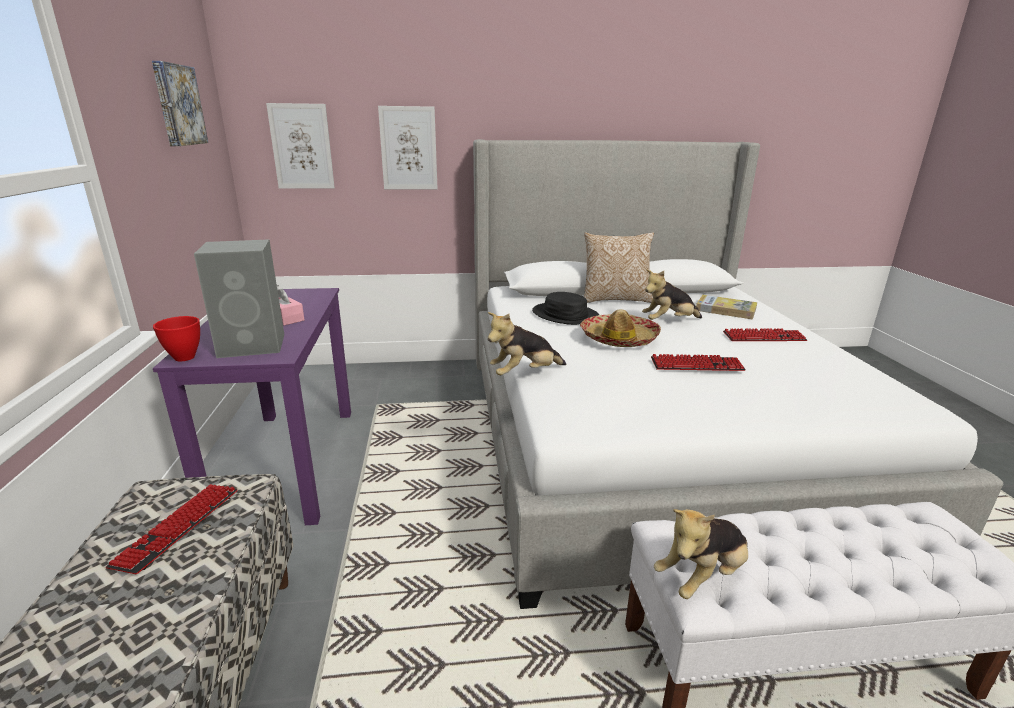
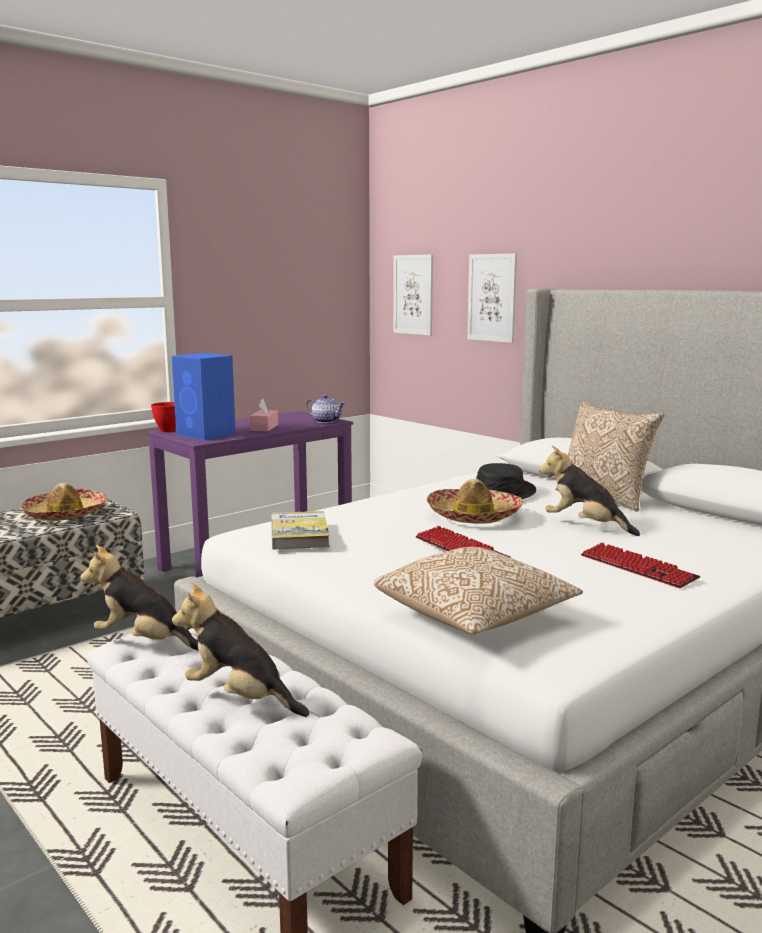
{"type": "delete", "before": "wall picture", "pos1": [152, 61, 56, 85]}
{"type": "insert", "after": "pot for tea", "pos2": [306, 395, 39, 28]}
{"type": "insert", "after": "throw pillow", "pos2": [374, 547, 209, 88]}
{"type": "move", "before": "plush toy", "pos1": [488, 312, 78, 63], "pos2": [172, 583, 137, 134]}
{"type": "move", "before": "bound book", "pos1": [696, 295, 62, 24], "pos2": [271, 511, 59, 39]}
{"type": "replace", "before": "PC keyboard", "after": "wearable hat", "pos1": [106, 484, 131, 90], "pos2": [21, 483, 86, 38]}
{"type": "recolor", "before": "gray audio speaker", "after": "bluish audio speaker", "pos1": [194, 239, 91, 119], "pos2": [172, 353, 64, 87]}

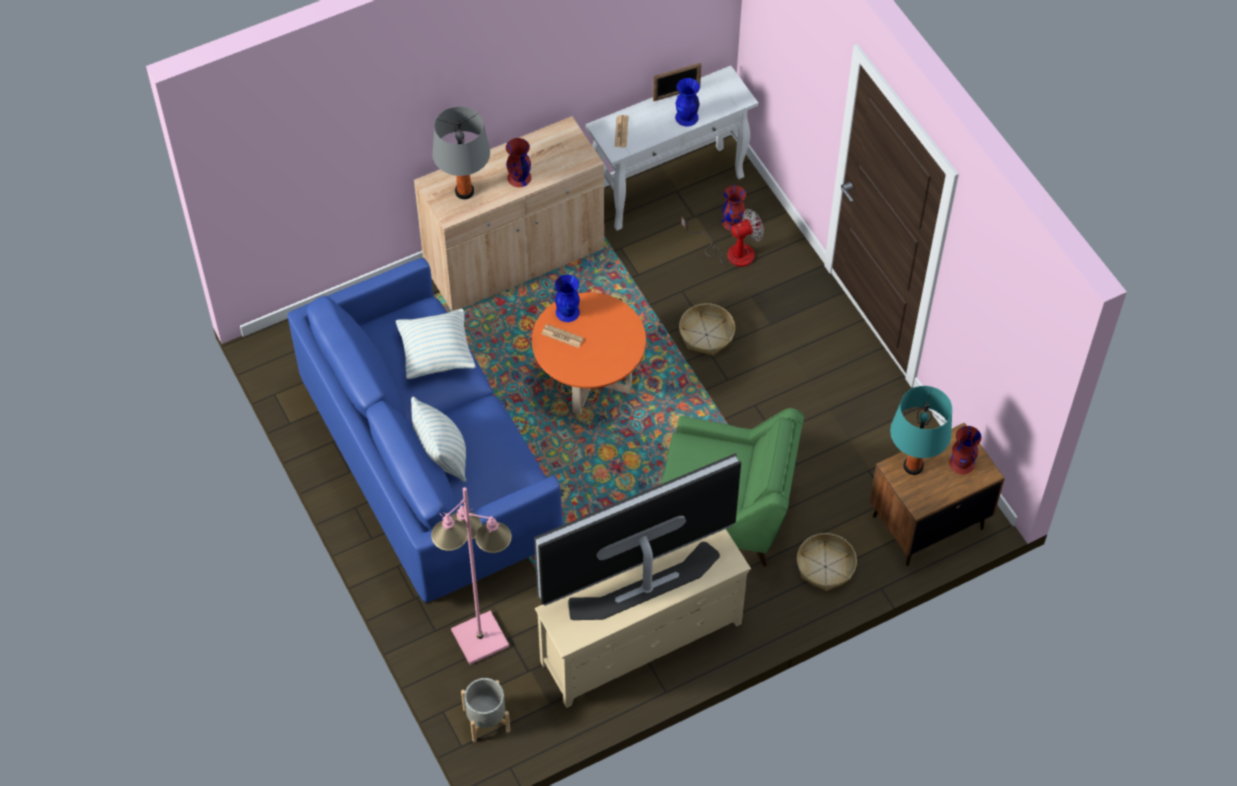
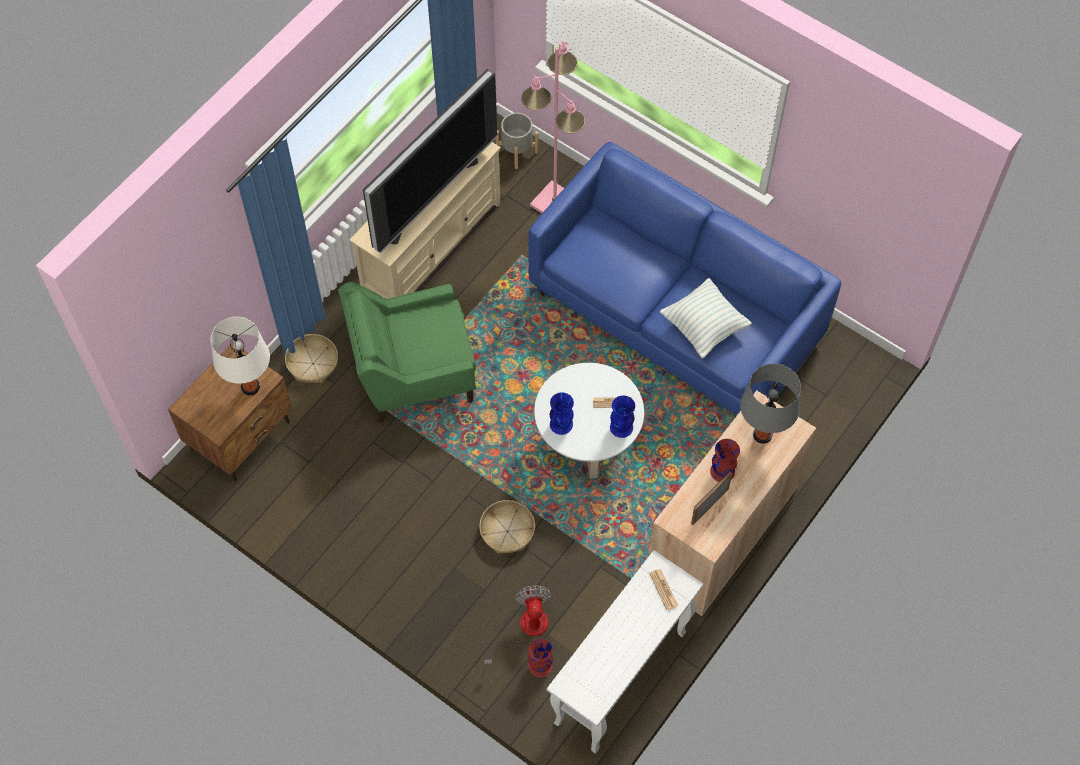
{"type": "delete", "before": "throw pillow", "pos1": [411, 397, 55, 85]}
{"type": "delete", "before": "reddish decorative vase", "pos1": [949, 426, 33, 48]}
{"type": "move", "before": "standing frame", "pos1": [653, 63, 48, 38], "pos2": [691, 472, 41, 53]}
{"type": "move", "before": "bluish decorative vase", "pos1": [675, 78, 25, 49], "pos2": [550, 392, 24, 43]}
{"type": "recolor", "before": "orange low table", "after": "white-coloured low table", "pos1": [532, 292, 114, 123], "pos2": [534, 363, 110, 116]}
{"type": "recolor", "before": "turquoise-coloured tabletop lamp", "after": "white-coloured tabletop lamp", "pos1": [890, 386, 62, 89], "pos2": [211, 317, 59, 78]}
{"type": "rotate", "before": "cooling fan", "pos1": [681, 209, 83, 58], "pos2": [484, 586, 67, 78], "turn": 135}

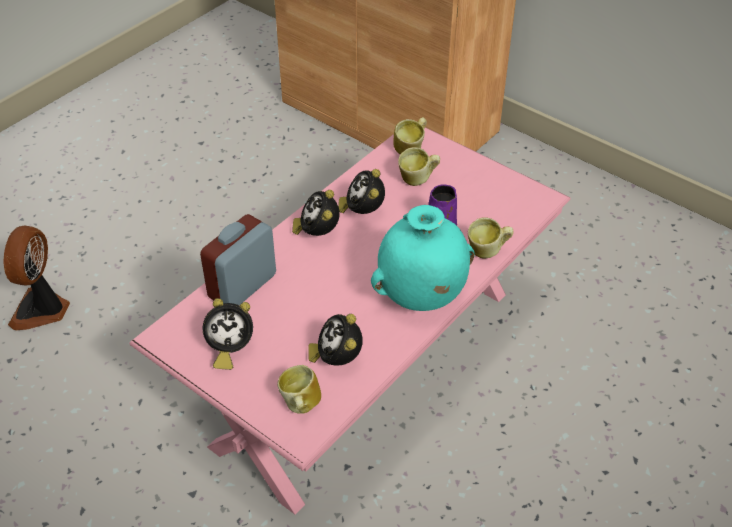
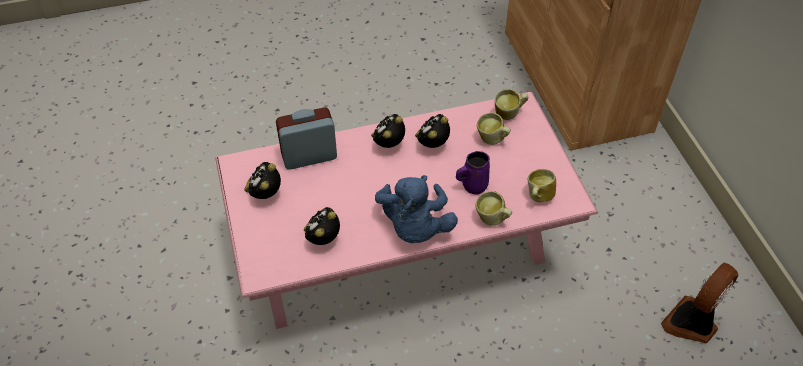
{"type": "move", "before": "cooling fan", "pos1": [4, 226, 66, 104], "pos2": [661, 262, 77, 81]}
{"type": "move", "before": "tea mug", "pos1": [277, 365, 44, 49], "pos2": [528, 169, 28, 33]}
{"type": "replace", "before": "turquoise-coloured decorative vase", "after": "bluish plush toy", "pos1": [371, 205, 104, 106], "pos2": [375, 175, 83, 68]}
{"type": "rotate", "before": "bedside clock", "pos1": [203, 298, 50, 72], "pos2": [244, 162, 37, 37], "turn": 75}

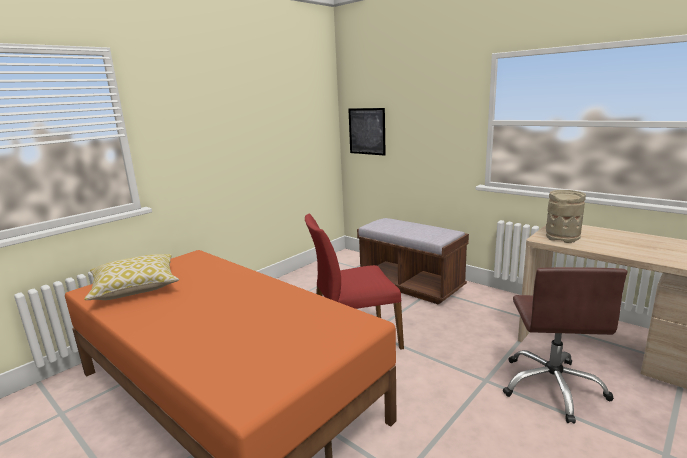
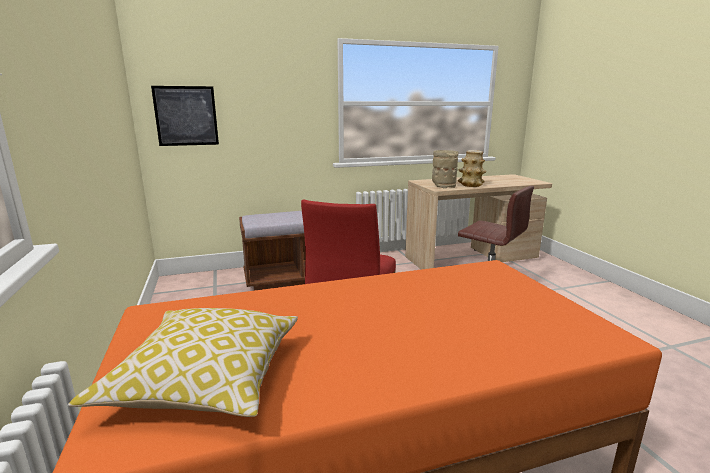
{"type": "insert", "after": "decorative vase", "pos2": [458, 150, 28, 37]}

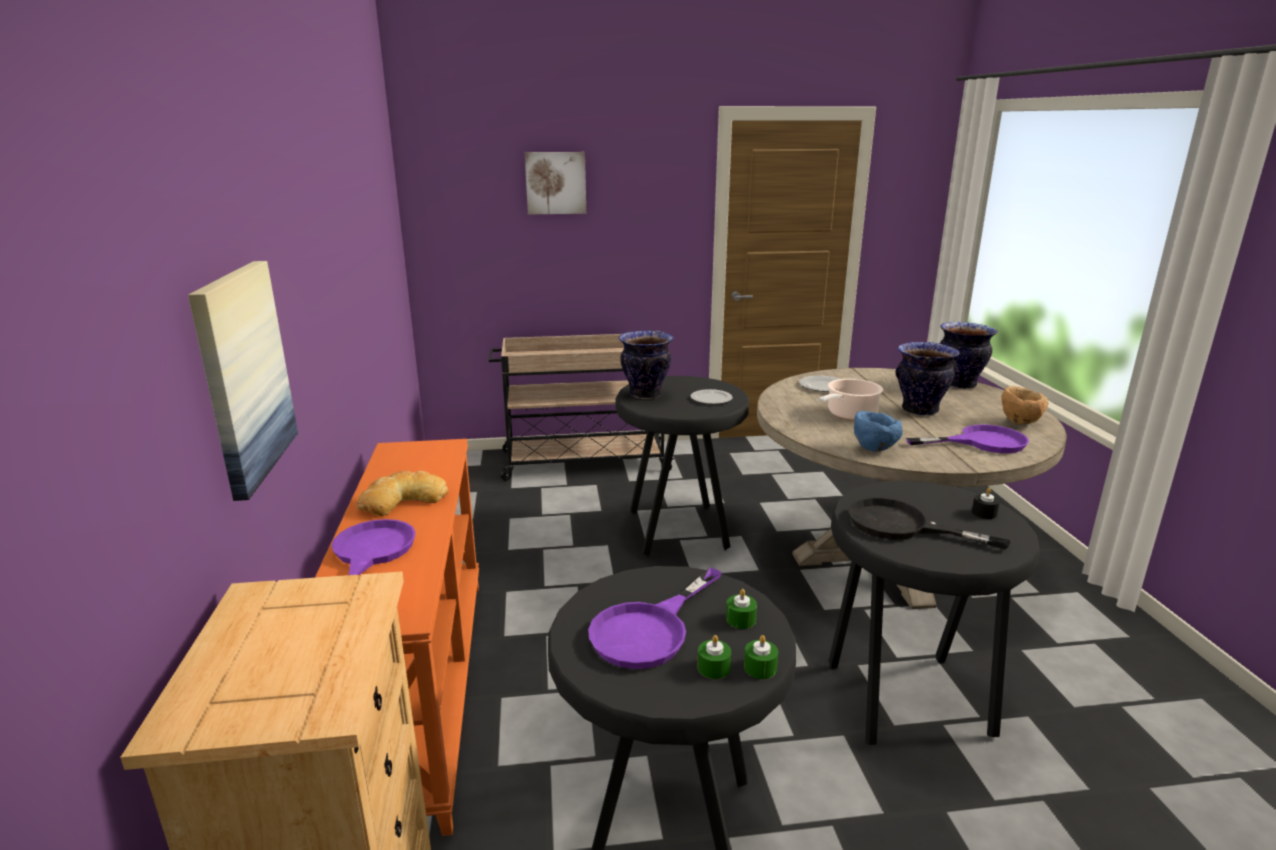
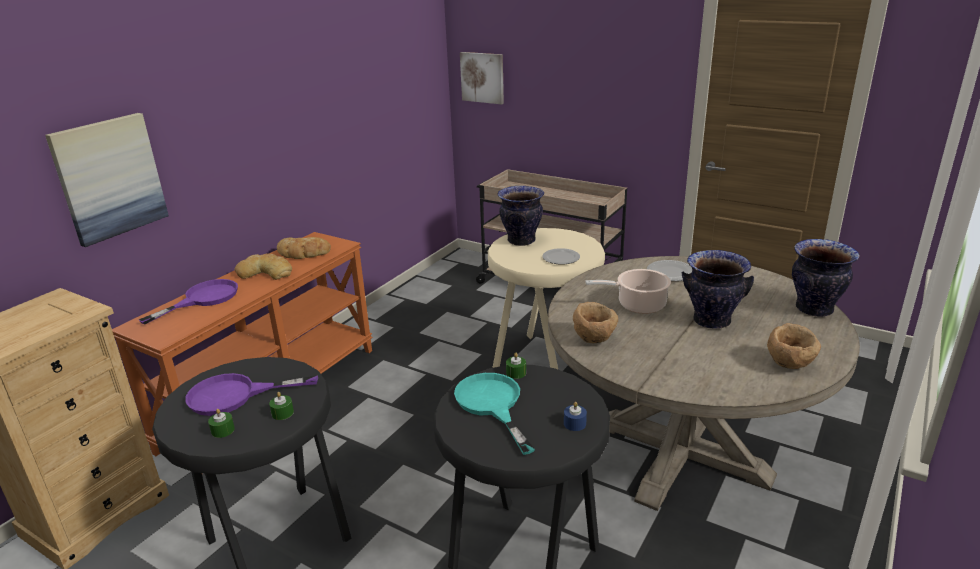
{"type": "delete", "before": "purple-coloured pan", "pos1": [906, 424, 123, 29]}
{"type": "insert", "after": "bread", "pos2": [277, 237, 54, 22]}
{"type": "move", "before": "wall picture", "pos1": [525, 152, 61, 63], "pos2": [460, 52, 44, 52]}
{"type": "move", "before": "greenish candle", "pos1": [744, 635, 34, 44], "pos2": [506, 352, 20, 27]}
{"type": "recolor", "before": "blackish stool seat", "after": "beige-coloured stool seat", "pos1": [616, 376, 133, 181], "pos2": [488, 228, 117, 141]}
{"type": "recolor", "before": "blackish pan", "after": "turquoise-coloured pan", "pos1": [848, 498, 162, 52], "pos2": [454, 373, 81, 82]}
{"type": "recolor", "before": "bluish bowl", "after": "brownish bowl", "pos1": [854, 411, 49, 41], "pos2": [573, 302, 45, 41]}
{"type": "recolor", "before": "blackish candle", "after": "bluish candle", "pos1": [972, 488, 28, 31], "pos2": [564, 402, 23, 29]}

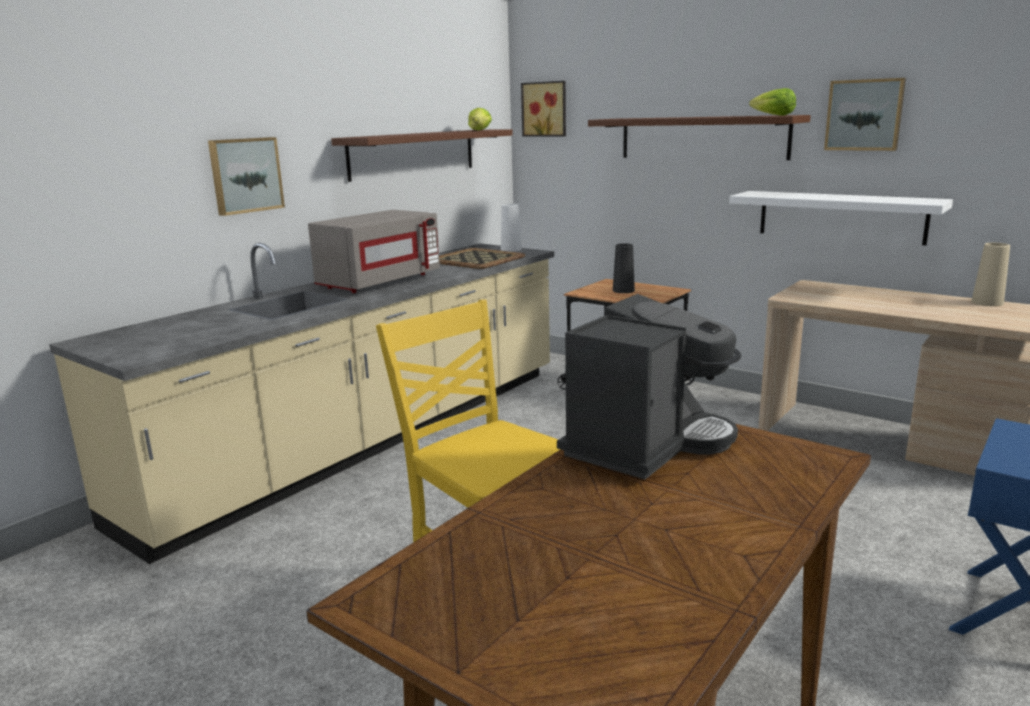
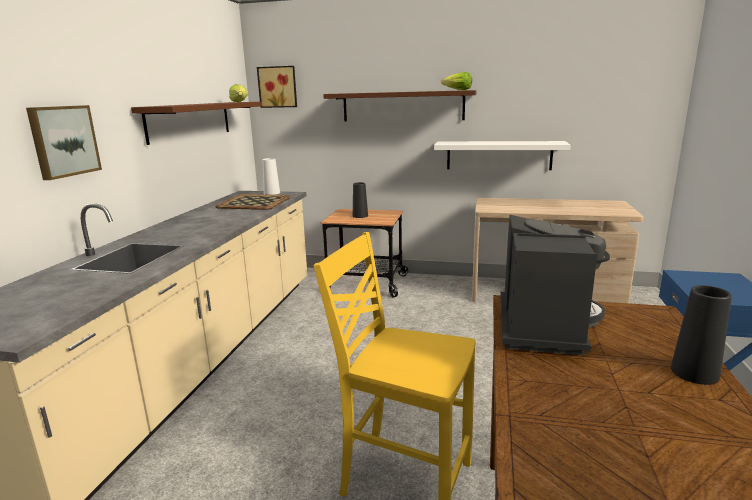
{"type": "delete", "before": "gray kitchen microwave", "pos1": [308, 210, 132, 83]}
{"type": "delete", "before": "wall picture", "pos1": [824, 78, 82, 73]}
{"type": "delete", "before": "beige-coloured decorative vase", "pos1": [971, 243, 39, 63]}
{"type": "insert", "after": "blackish decorative vase", "pos2": [671, 285, 61, 100]}

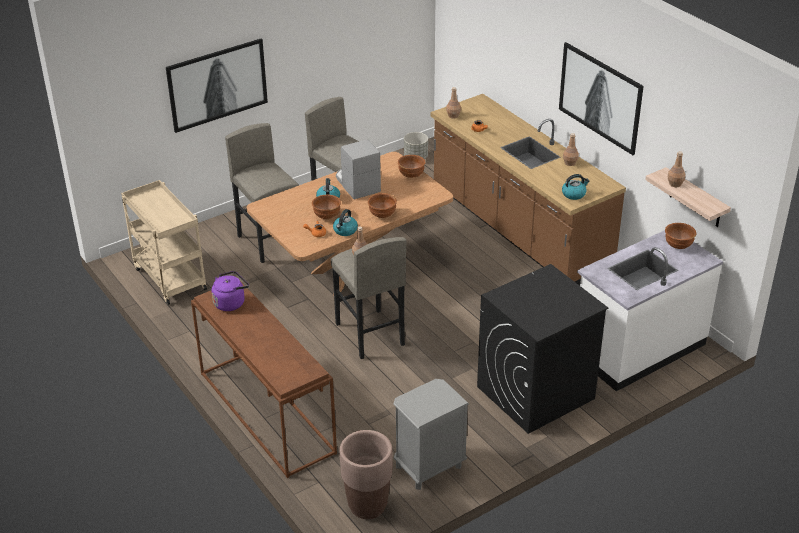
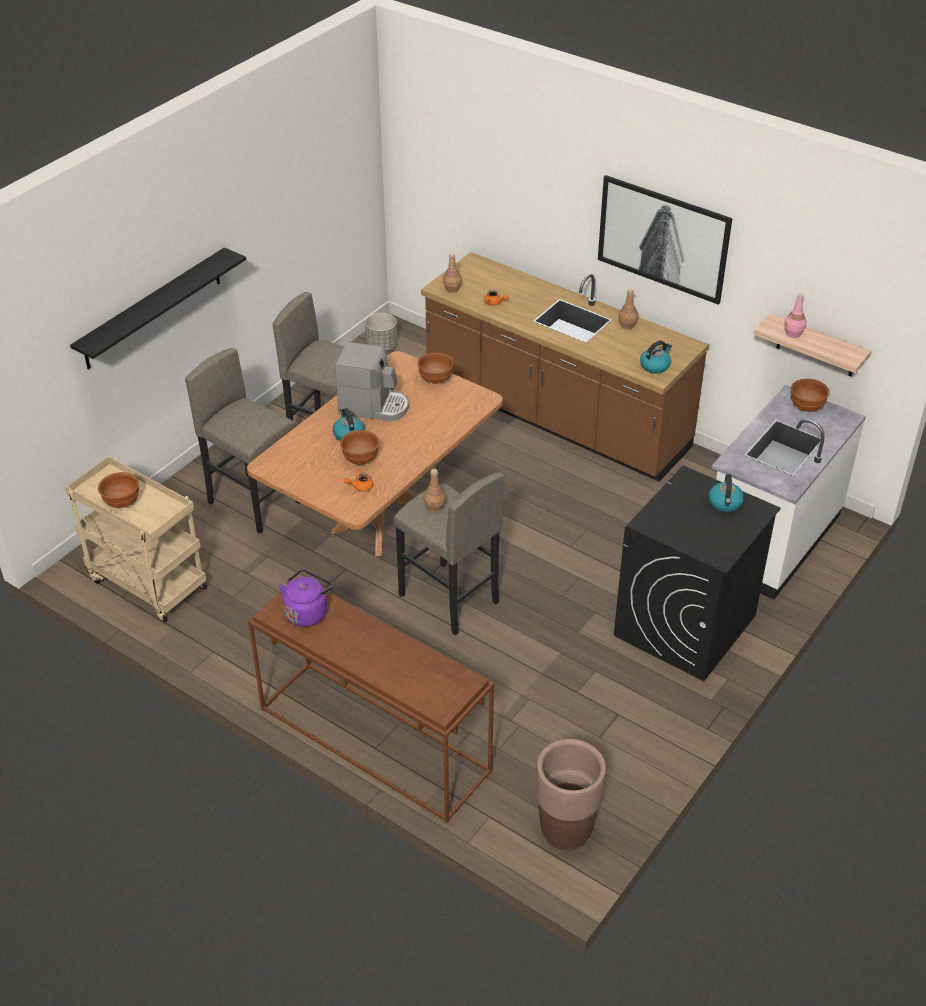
{"type": "delete", "before": "gray bedside table", "pos1": [393, 379, 76, 111]}
{"type": "move", "before": "kettle", "pos1": [333, 209, 25, 27], "pos2": [709, 474, 35, 38]}
{"type": "move", "before": "brownish bowl", "pos1": [368, 193, 29, 25], "pos2": [98, 472, 41, 36]}
{"type": "replace", "before": "wall picture", "after": "blackish wall shelf", "pos1": [166, 38, 102, 95], "pos2": [70, 247, 176, 122]}
{"type": "recolor", "before": "brownish drink bottle", "after": "pink-coloured drink bottle", "pos1": [668, 151, 18, 36], "pos2": [784, 293, 23, 45]}
{"type": "rotate", "before": "coffee brewer", "pos1": [336, 140, 45, 59], "pos2": [335, 342, 74, 80], "turn": 150}

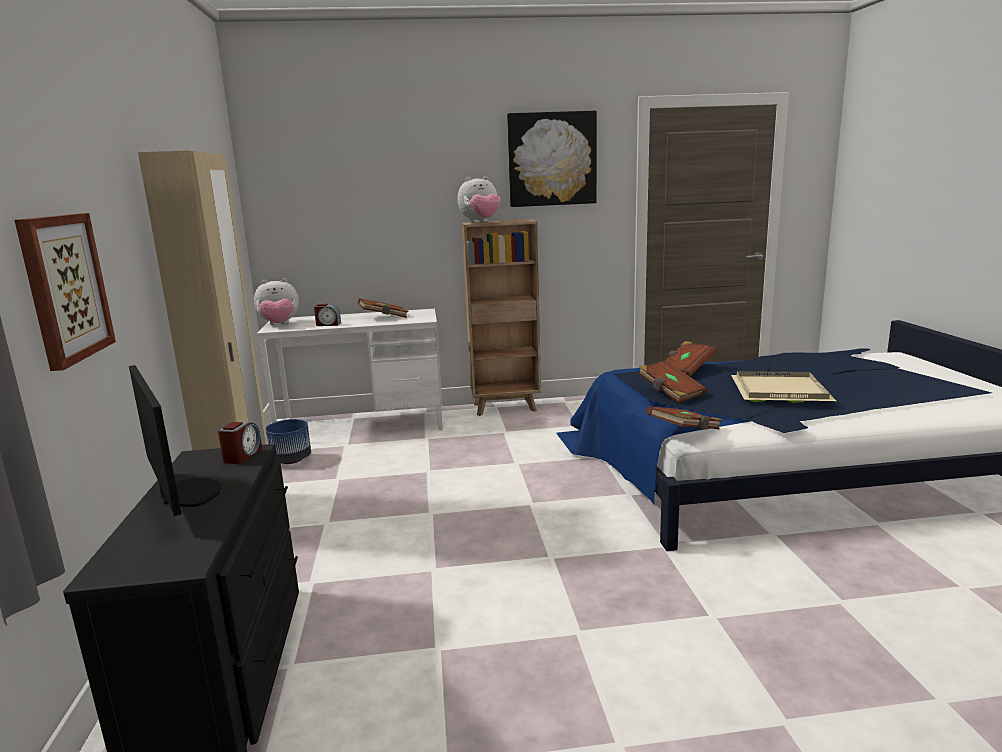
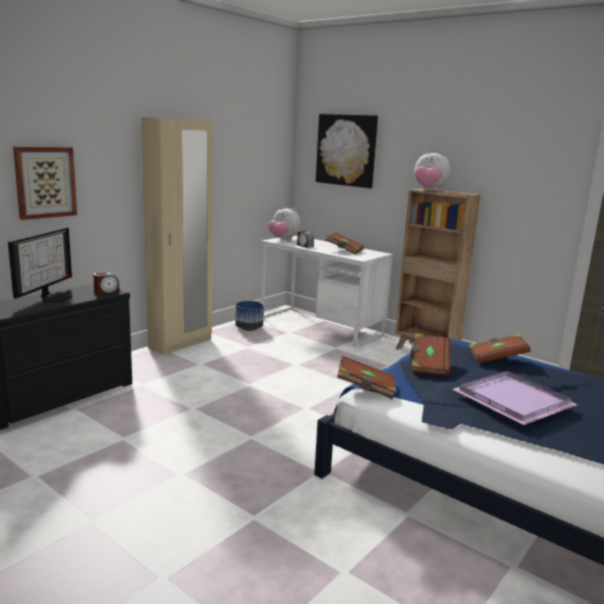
{"type": "move", "before": "wall picture", "pos1": [507, 111, 90, 96], "pos2": [316, 114, 62, 74]}
{"type": "recolor", "before": "beige-coloured tray", "after": "purple-coloured tray", "pos1": [731, 371, 105, 32], "pos2": [453, 371, 125, 54]}

